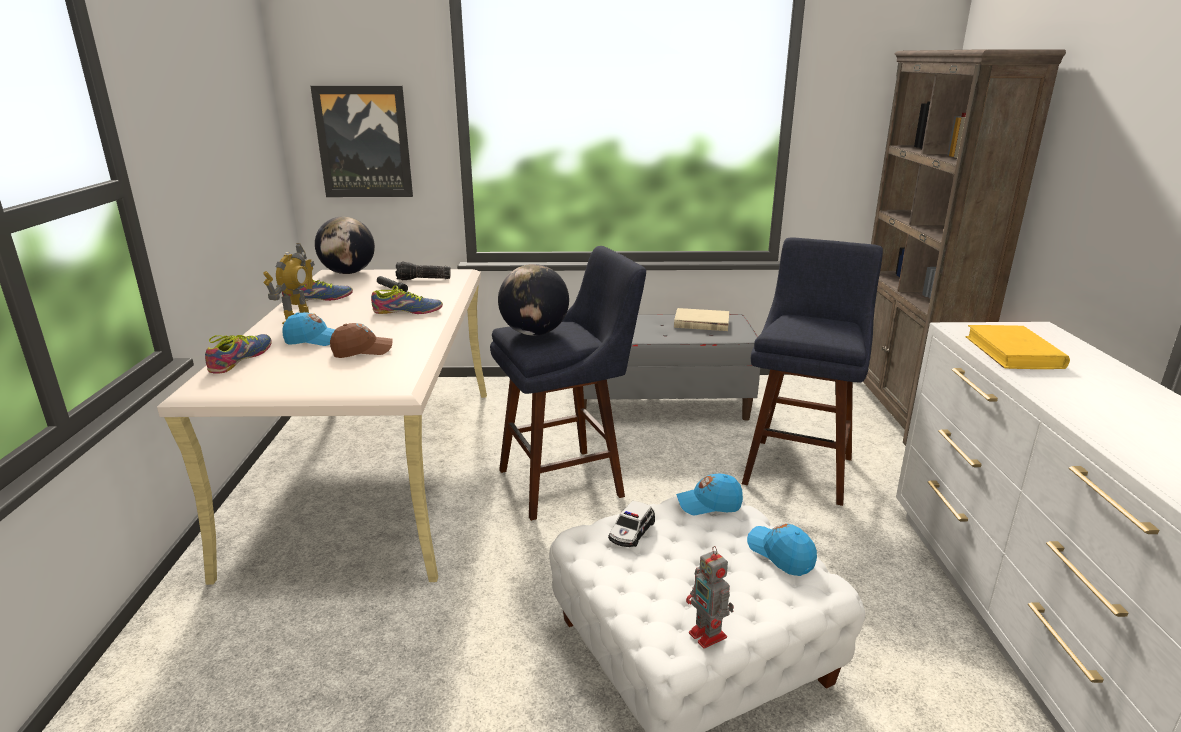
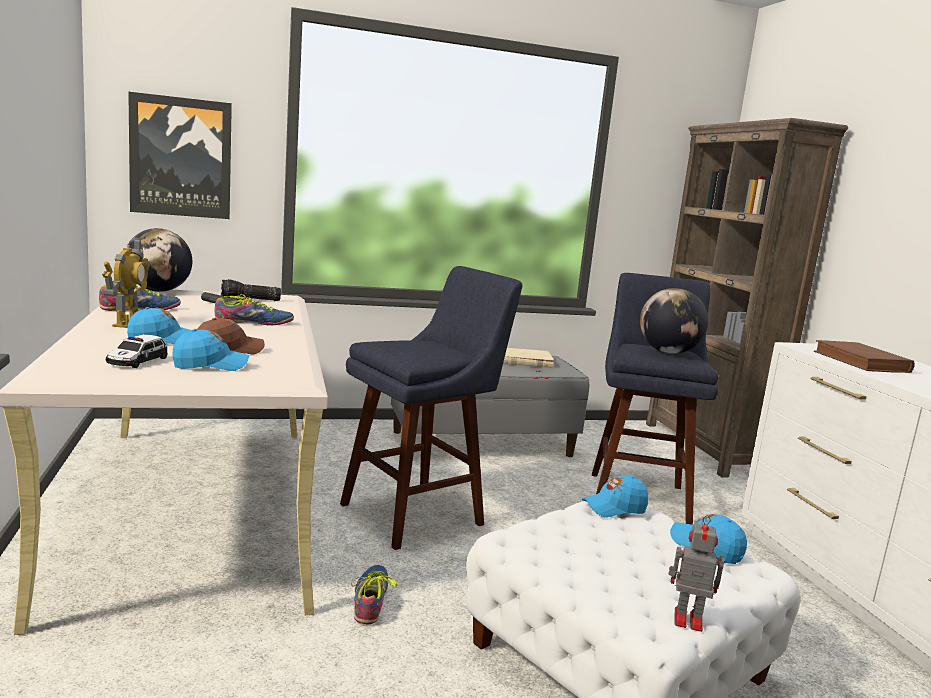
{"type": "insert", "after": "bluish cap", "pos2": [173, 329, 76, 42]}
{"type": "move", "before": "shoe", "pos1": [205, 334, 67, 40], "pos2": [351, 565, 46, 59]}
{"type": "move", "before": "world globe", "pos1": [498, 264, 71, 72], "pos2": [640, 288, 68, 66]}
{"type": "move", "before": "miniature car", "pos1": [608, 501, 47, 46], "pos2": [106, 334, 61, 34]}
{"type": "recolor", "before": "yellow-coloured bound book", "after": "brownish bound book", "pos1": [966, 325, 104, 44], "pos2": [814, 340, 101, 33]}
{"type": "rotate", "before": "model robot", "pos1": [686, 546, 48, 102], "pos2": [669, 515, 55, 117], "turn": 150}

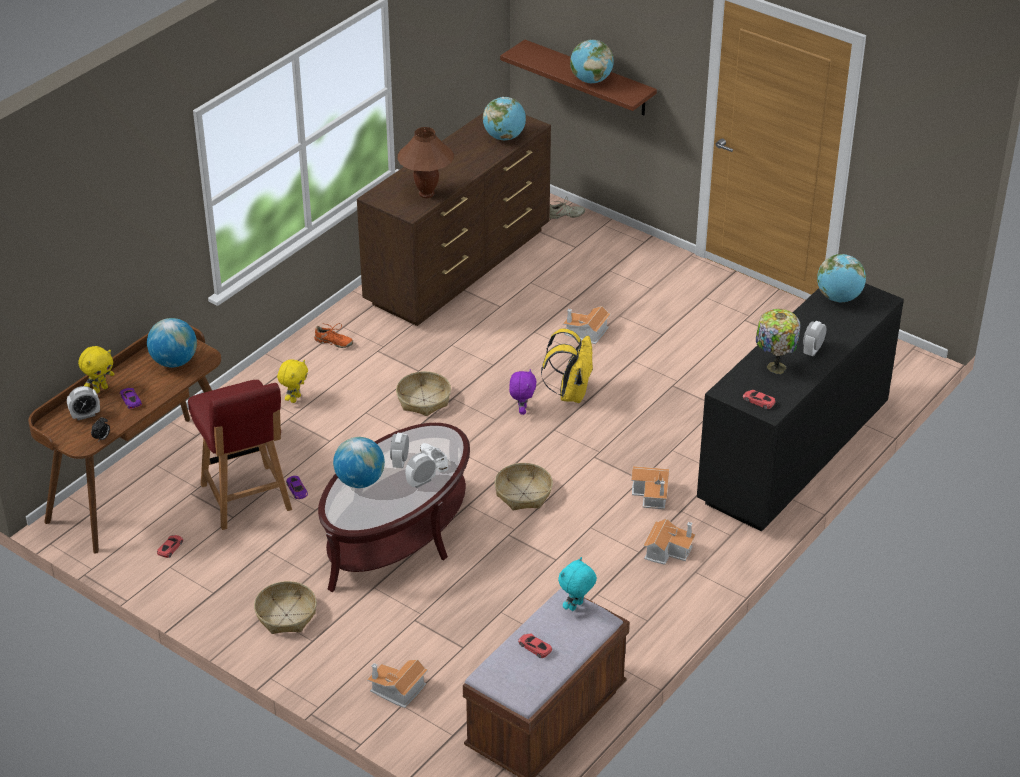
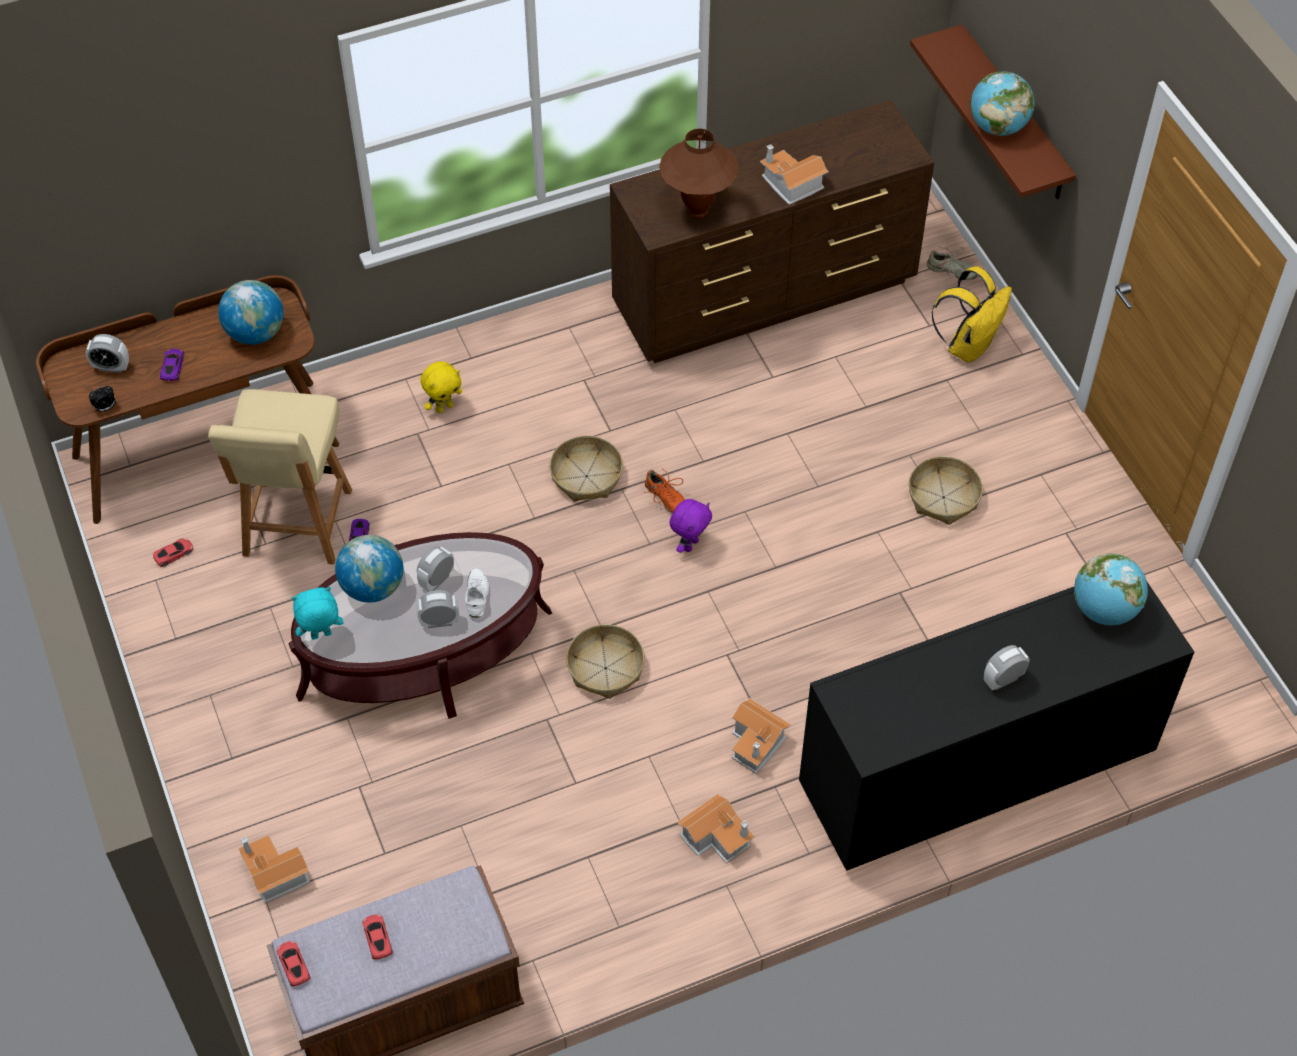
{"type": "delete", "before": "yellow-coloured plush toy", "pos1": [78, 346, 37, 47]}
{"type": "delete", "before": "world globe", "pos1": [483, 97, 43, 43]}
{"type": "delete", "before": "tabletop lamp", "pos1": [756, 309, 44, 65]}
{"type": "move", "before": "household basket", "pos1": [254, 581, 63, 53], "pos2": [909, 456, 74, 69]}
{"type": "move", "before": "orange shoe", "pos1": [314, 323, 39, 25], "pos2": [644, 467, 41, 47]}
{"type": "move", "before": "yellow-coloured knapsack", "pos1": [541, 329, 52, 74], "pos2": [931, 266, 81, 97]}
{"type": "move", "before": "turquoise-coloured plush toy", "pos1": [558, 557, 39, 54], "pos2": [292, 587, 51, 53]}
{"type": "move", "before": "miniature house", "pos1": [563, 306, 48, 38], "pos2": [760, 144, 69, 61]}
{"type": "move", "before": "reddish miniature car", "pos1": [743, 390, 32, 19], "pos2": [277, 941, 34, 46]}
{"type": "recolor", "before": "reddish plain chair", "after": "beige-coloured plain chair", "pos1": [188, 380, 104, 150], "pos2": [208, 389, 144, 176]}

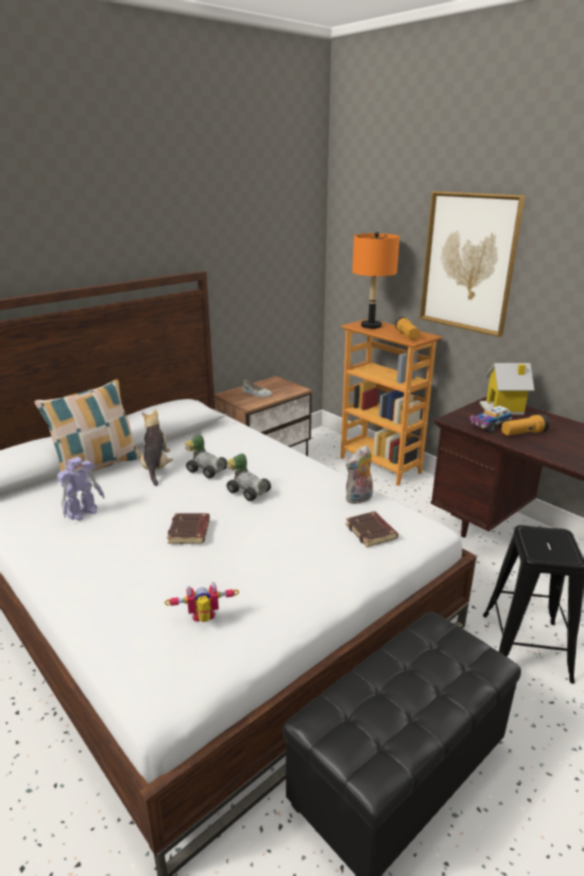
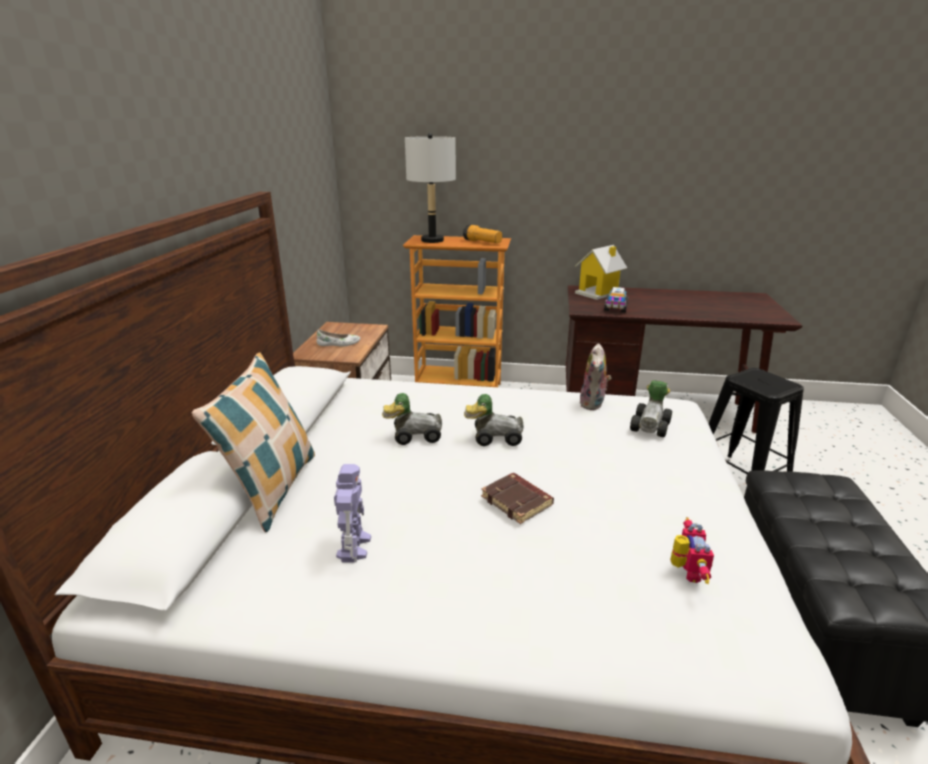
{"type": "delete", "before": "plush toy", "pos1": [141, 410, 32, 76]}
{"type": "delete", "before": "wall picture", "pos1": [420, 191, 105, 146]}
{"type": "delete", "before": "hand torch", "pos1": [501, 414, 49, 22]}
{"type": "replace", "before": "brownish bound book", "after": "miniature car", "pos1": [346, 512, 52, 35], "pos2": [630, 380, 42, 57]}
{"type": "recolor", "before": "orange tabletop lamp", "after": "gray tabletop lamp", "pos1": [352, 232, 48, 97], "pos2": [405, 133, 51, 110]}
{"type": "rotate", "before": "model robot", "pos1": [165, 582, 74, 40], "pos2": [670, 517, 44, 67], "turn": 150}

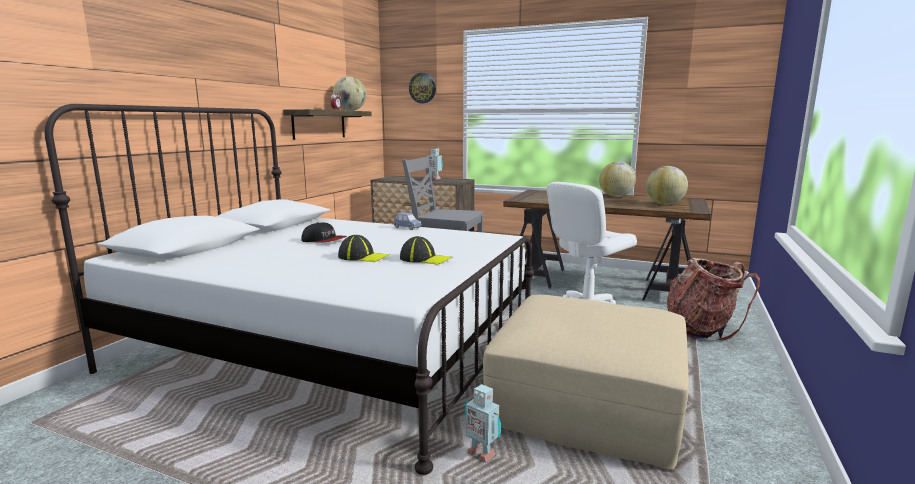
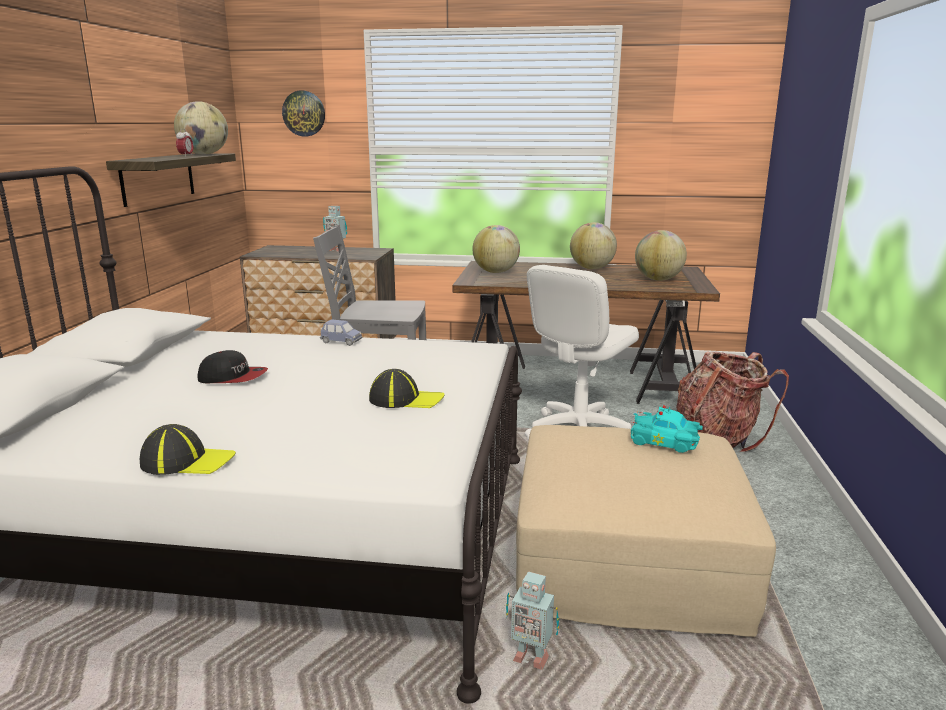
{"type": "insert", "after": "world globe", "pos2": [472, 225, 48, 48]}
{"type": "insert", "after": "turquoise-coloured miniature car", "pos2": [631, 405, 72, 48]}
{"type": "move", "before": "cap", "pos1": [338, 235, 52, 27], "pos2": [140, 424, 96, 51]}

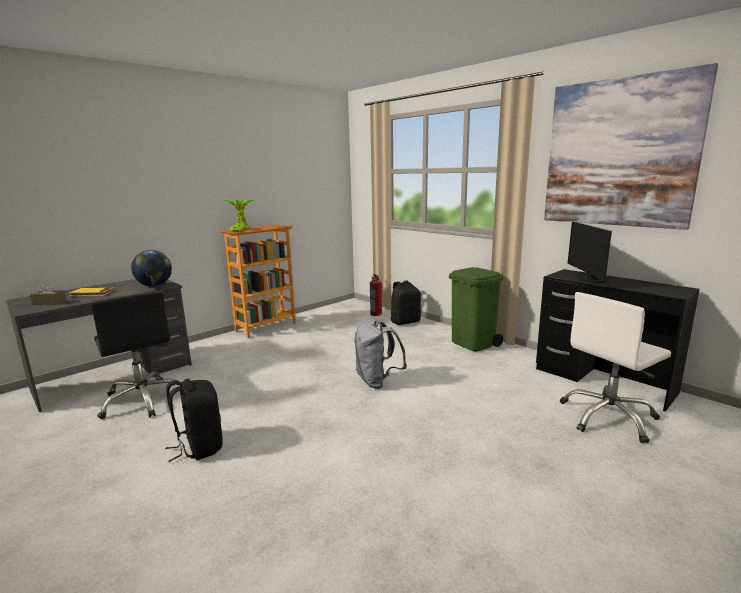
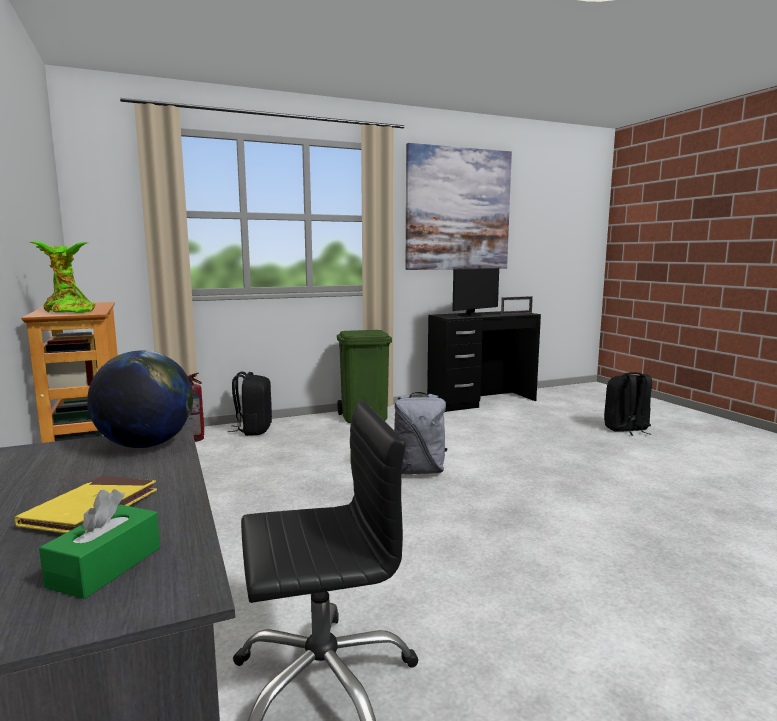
{"type": "delete", "before": "white-coloured computer chair", "pos1": [560, 292, 111, 151]}
{"type": "insert", "after": "standing frame", "pos2": [501, 296, 32, 18]}
{"type": "move", "before": "blackish knapsack", "pos1": [166, 379, 57, 83], "pos2": [604, 372, 48, 64]}
{"type": "recolor", "before": "brownish box of tissues", "after": "greenish box of tissues", "pos1": [30, 282, 36, 23], "pos2": [39, 489, 121, 110]}
{"type": "rotate", "before": "computer display", "pos1": [568, 222, 44, 61], "pos2": [452, 268, 47, 49], "turn": -60}

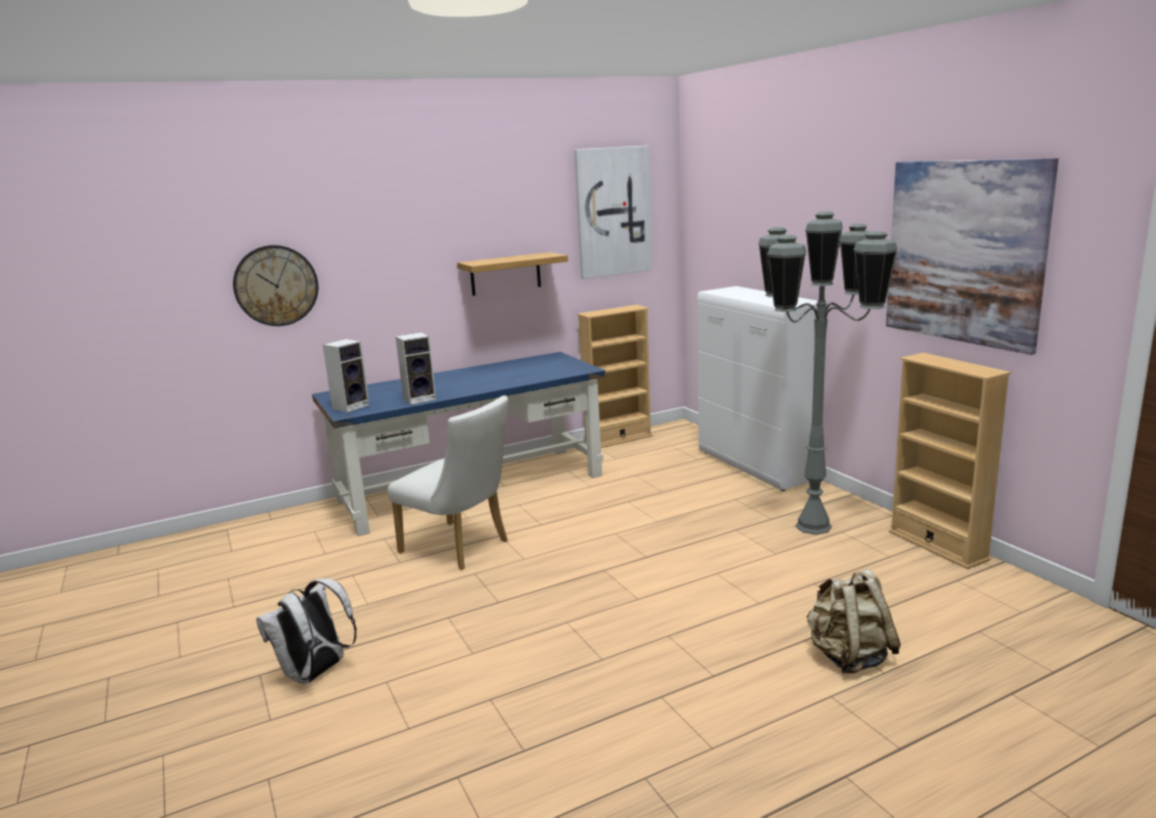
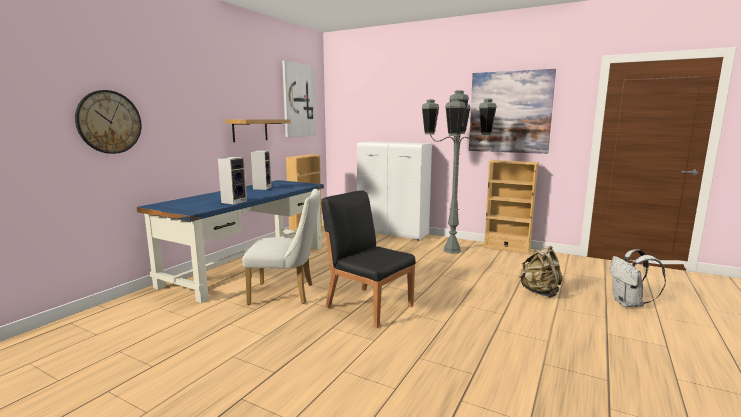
{"type": "insert", "after": "blackish plain chair", "pos2": [321, 190, 95, 138]}
{"type": "move", "before": "white-coloured knapsack", "pos1": [256, 578, 101, 106], "pos2": [609, 249, 57, 58]}
{"type": "move", "before": "audio speaker", "pos1": [323, 339, 46, 74], "pos2": [251, 151, 21, 39]}

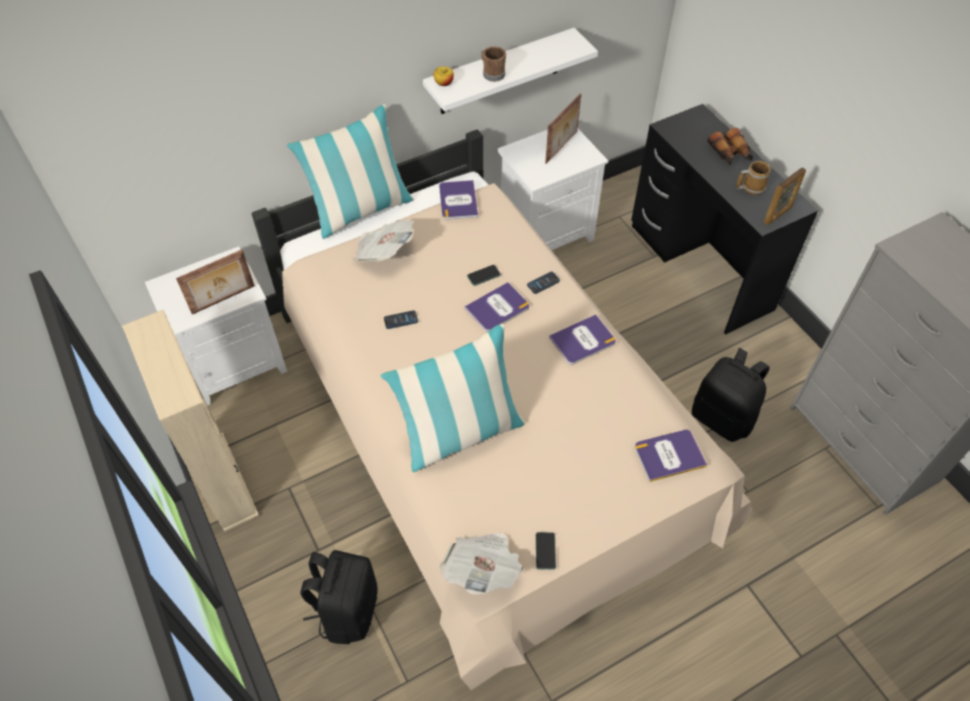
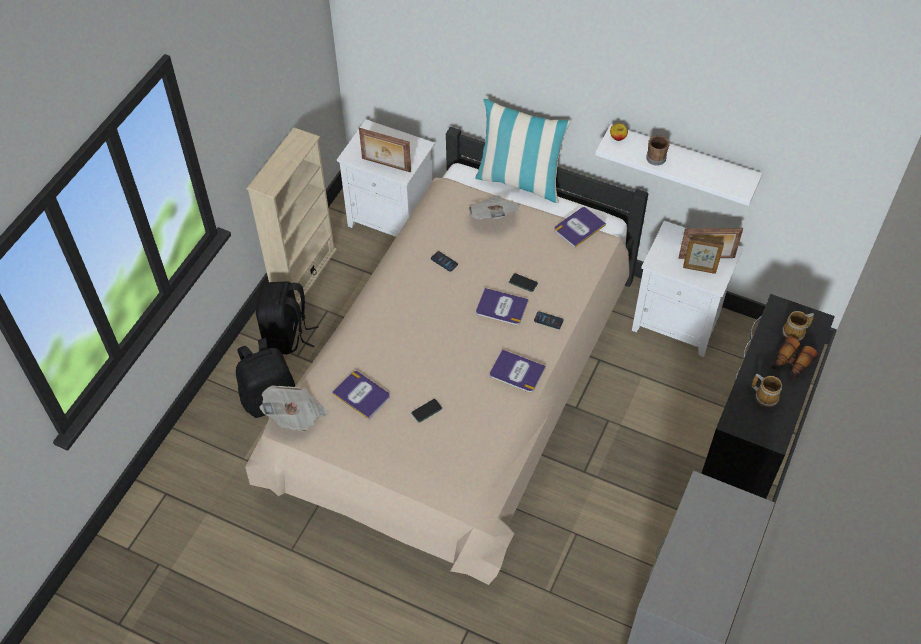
{"type": "delete", "before": "throw pillow", "pos1": [380, 324, 145, 148]}
{"type": "insert", "after": "tea mug", "pos2": [782, 311, 32, 30]}
{"type": "move", "before": "telephone", "pos1": [536, 532, 20, 38], "pos2": [411, 399, 31, 23]}
{"type": "move", "before": "bound book", "pos1": [635, 430, 72, 52], "pos2": [332, 371, 58, 48]}
{"type": "move", "before": "blackish knapsack", "pos1": [692, 348, 78, 94], "pos2": [256, 281, 63, 73]}
{"type": "move", "before": "standing frame", "pos1": [763, 167, 43, 58], "pos2": [683, 237, 41, 37]}

